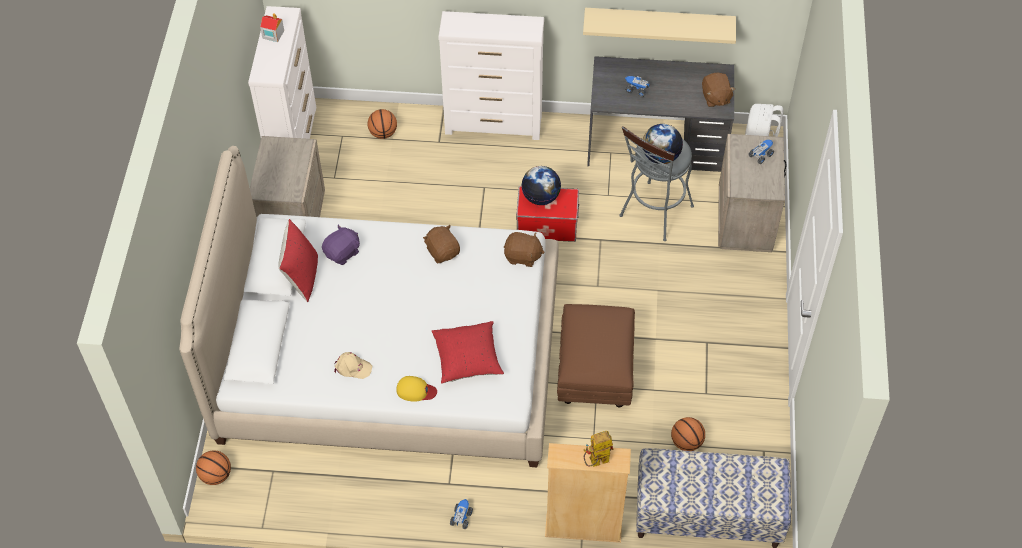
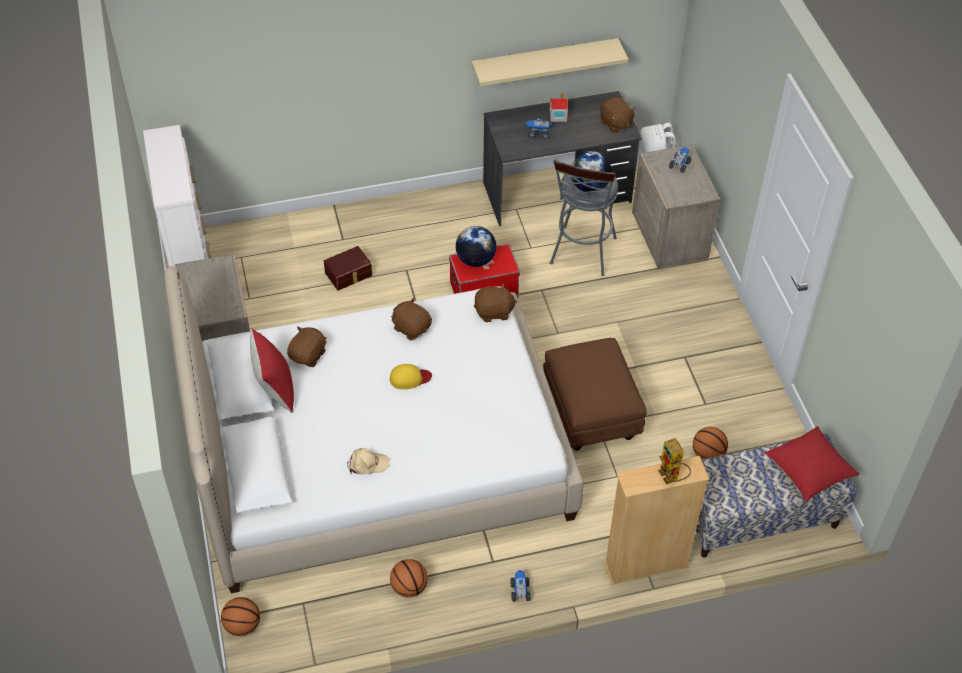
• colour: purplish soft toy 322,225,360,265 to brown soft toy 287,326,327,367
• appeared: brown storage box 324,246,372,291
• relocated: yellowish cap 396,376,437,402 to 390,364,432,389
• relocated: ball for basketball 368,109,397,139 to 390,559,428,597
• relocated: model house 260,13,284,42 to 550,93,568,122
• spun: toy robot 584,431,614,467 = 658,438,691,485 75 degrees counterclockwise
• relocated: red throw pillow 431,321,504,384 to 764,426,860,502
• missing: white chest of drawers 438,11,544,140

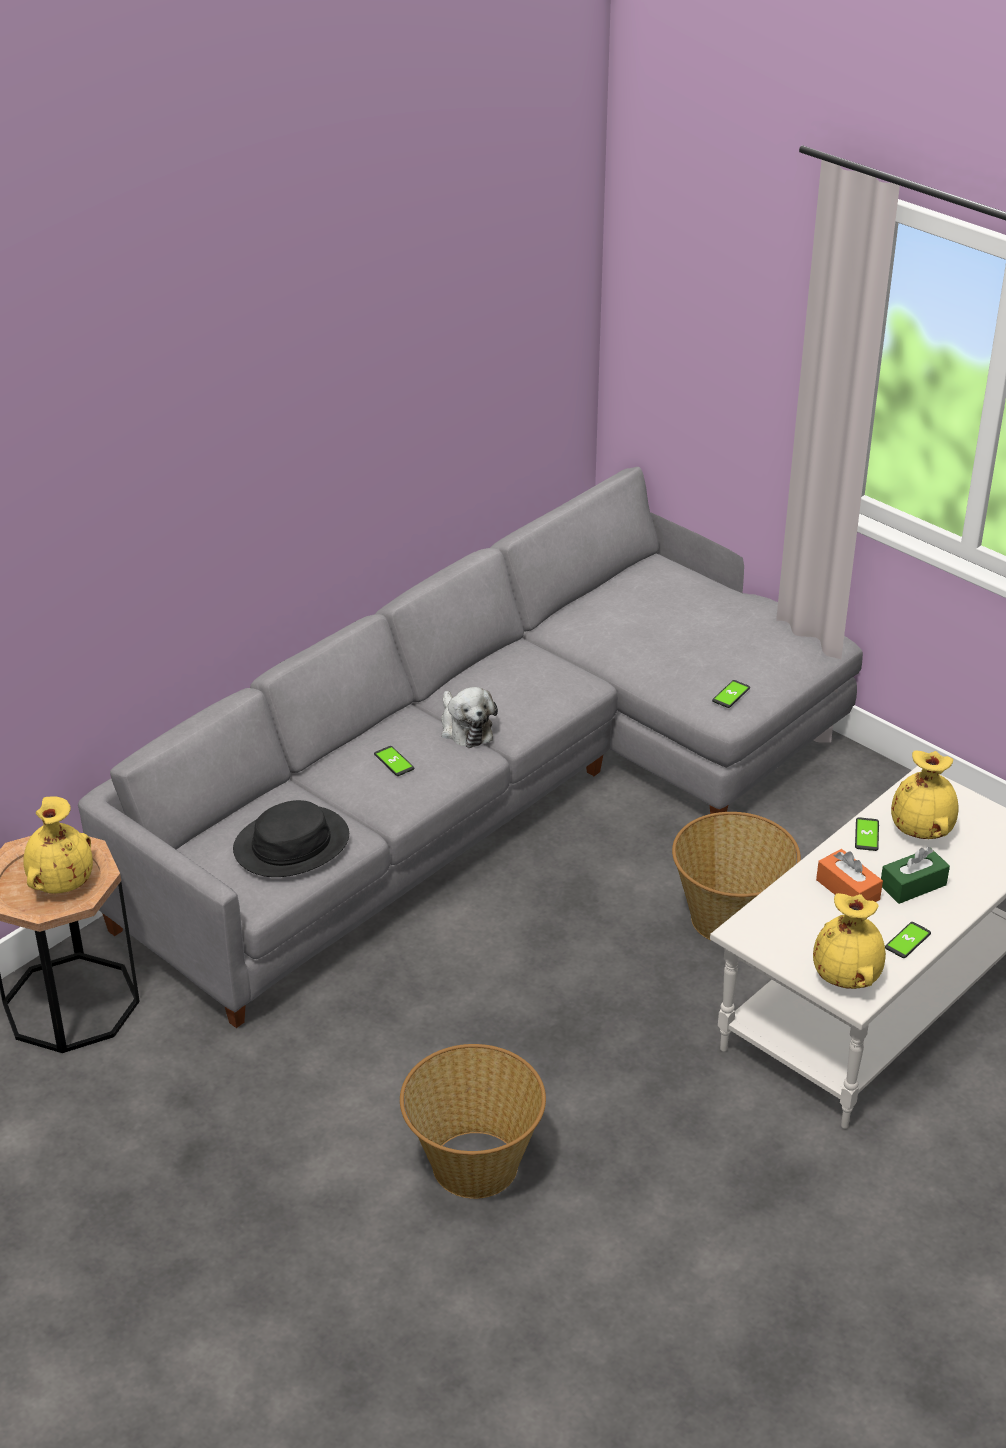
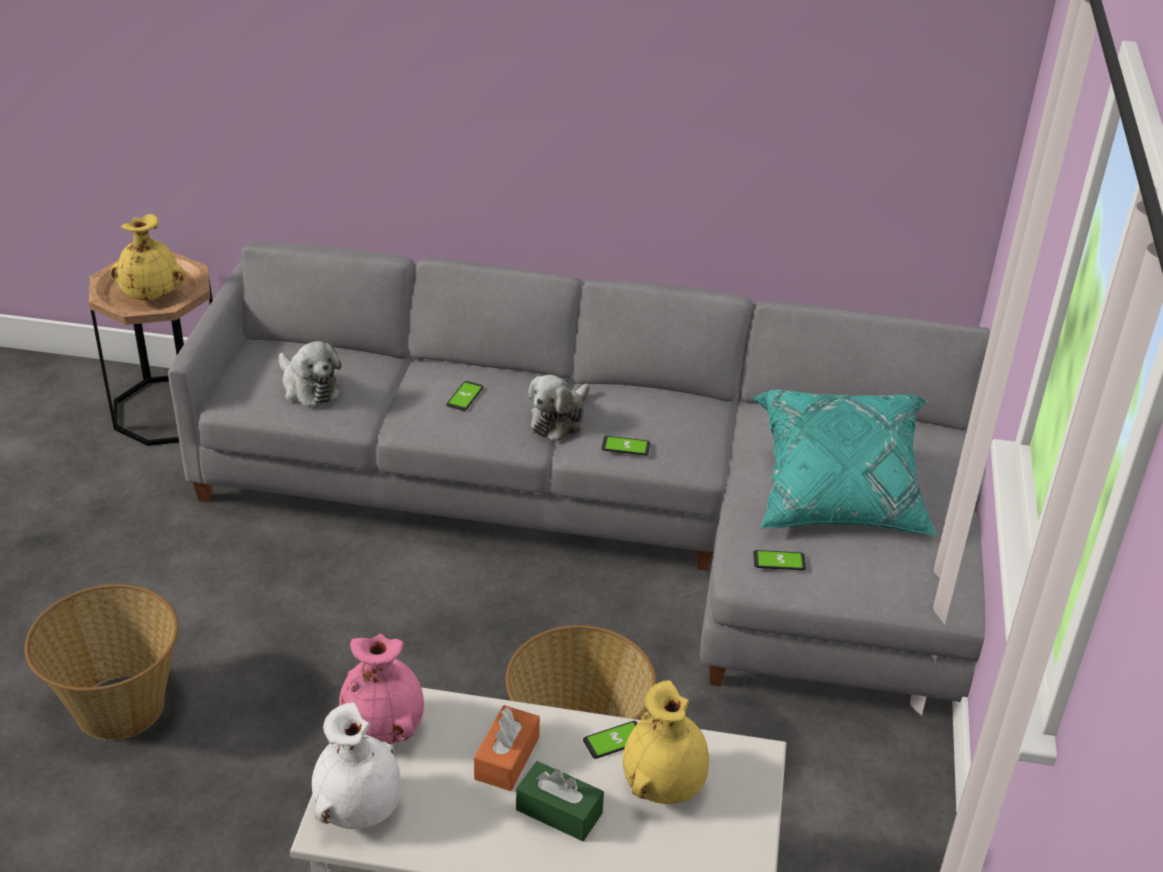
• exchanged: black hat 233,800,349,877 to soft toy 279,341,341,406
• colour: yellowish flower vase 813,893,886,989 to white flower vase 312,702,401,829
• appeared: pink-coloured flower vase 339,634,424,744
• relocated: phone 885,922,931,958 to 602,436,650,456
• appeared: turquoise throw pillow 752,389,937,536

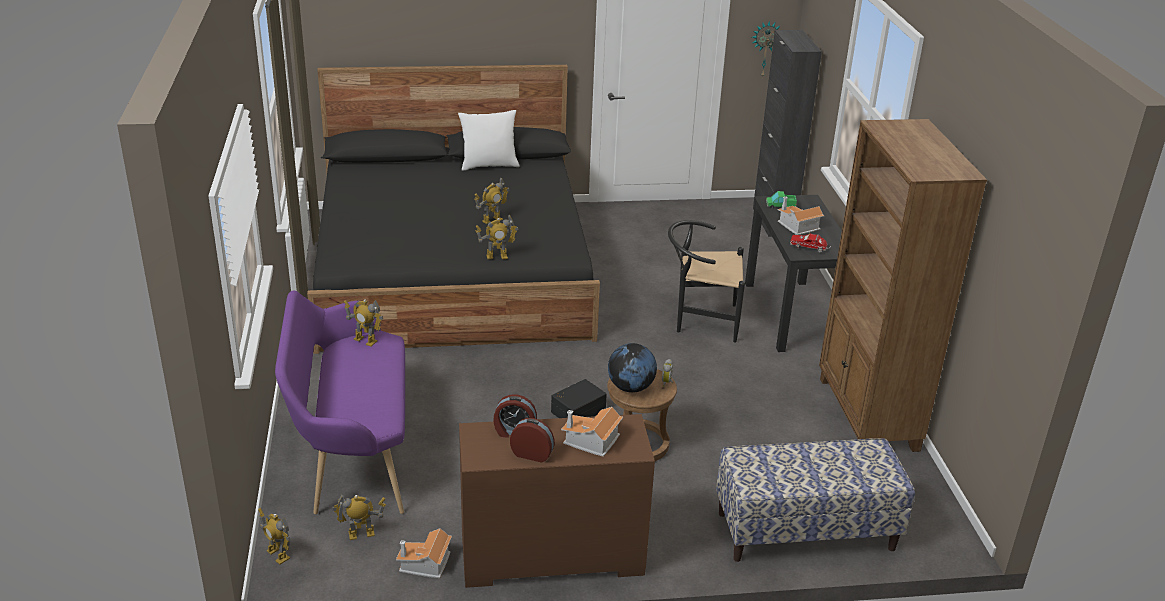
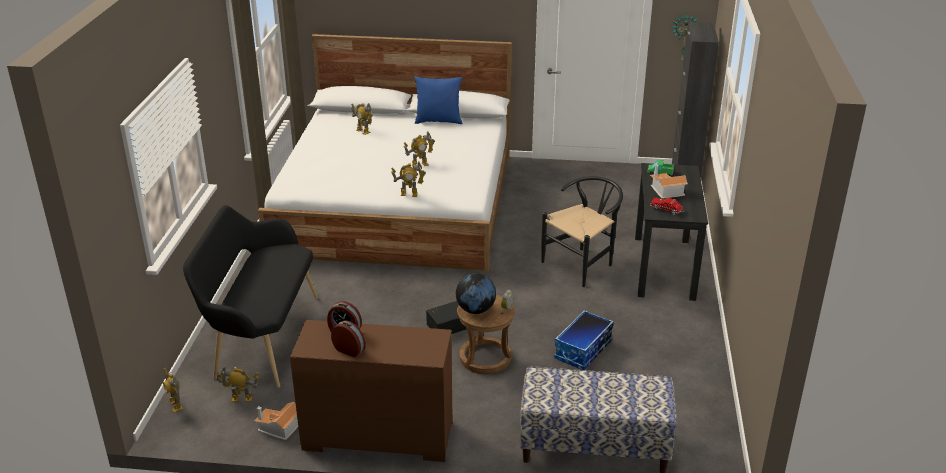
• colour: purplish bench 275,291,405,514 to black bench 183,205,318,388
• colour: black sleeping bed 307,65,600,354 to white sleeping bed 258,34,512,272
• relocated: toy robot 344,300,383,346 to 351,103,373,135
• colour: white throw pillow 458,110,520,171 to blue throw pillow 414,76,462,124
• spun: black upright chair 668,220,745,343 = 541,176,623,287 120 degrees clockwise
• appeared: storage box 555,310,614,370
• missing: model house 561,407,623,457
• missing: brown shelving unit 819,119,987,452

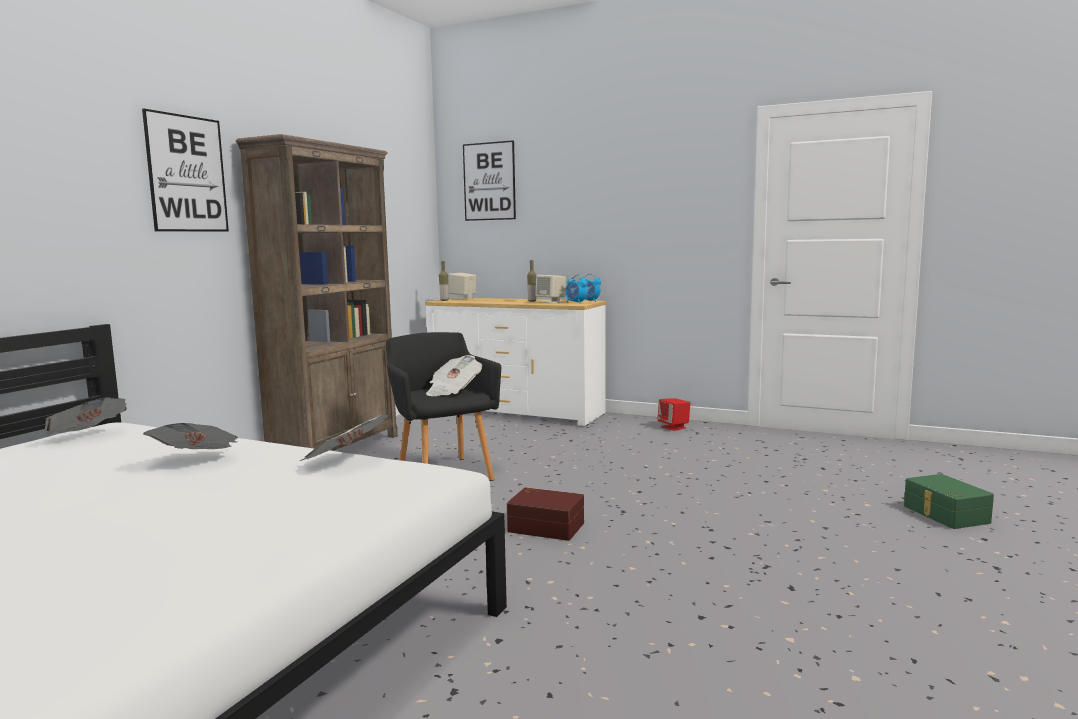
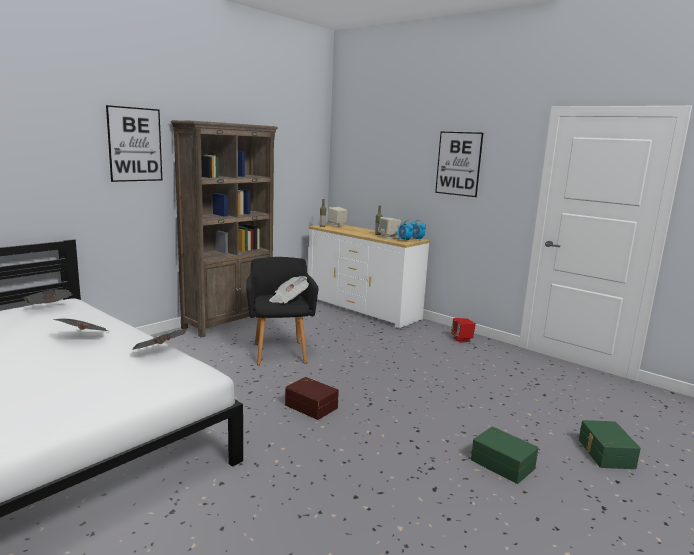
• relocated: wall art 463,140,516,221 to 435,132,483,197
• appeared: greenish storage box 471,427,538,484

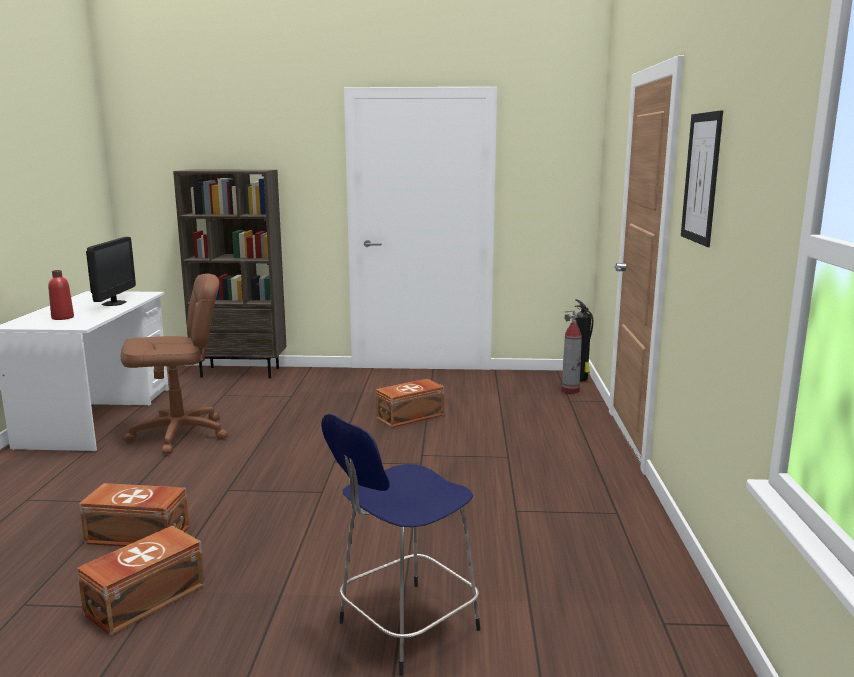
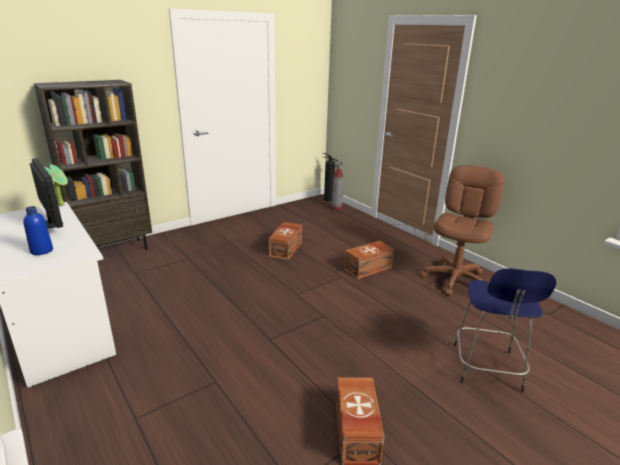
• colour: red bottle 48,270,74,320 to blue bottle 23,206,53,255
• appeared: houseplant 44,164,68,206
• relocated: brown storage box 79,483,189,547 to 344,241,394,279
• relocated: brown desk chair 121,274,228,454 to 419,165,505,296
• missing: wall art 681,110,723,247

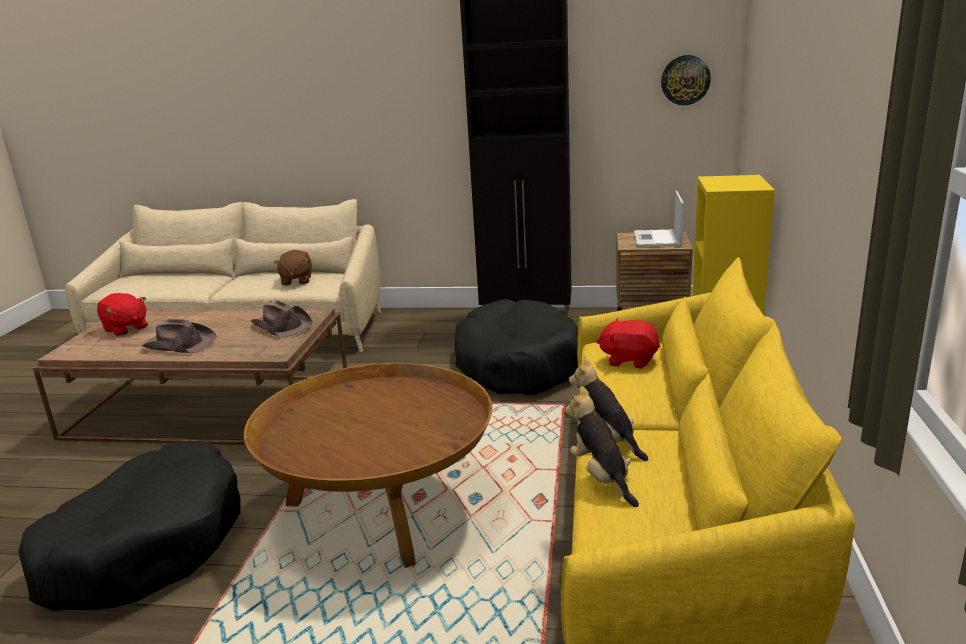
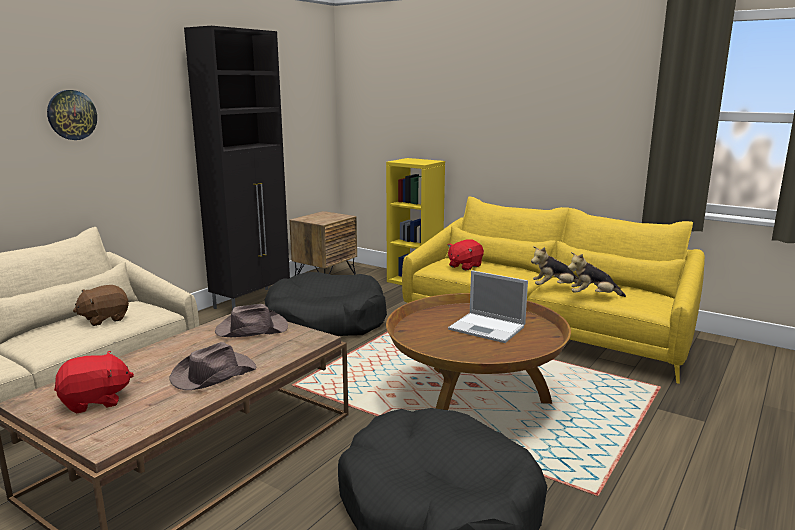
• relocated: wall clock 661,55,711,105 to 47,90,97,140
• spun: brown soft toy 274,250,312,286 = 73,285,129,326 120 degrees clockwise
• relocated: notebook computer 634,191,684,247 to 448,270,528,343

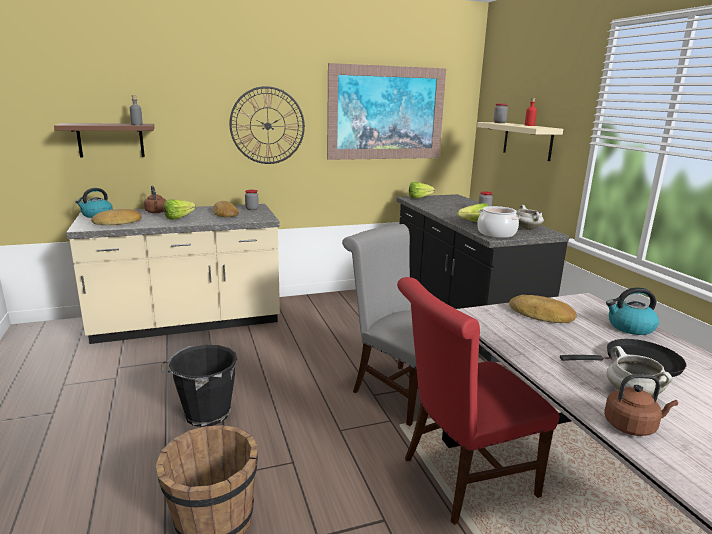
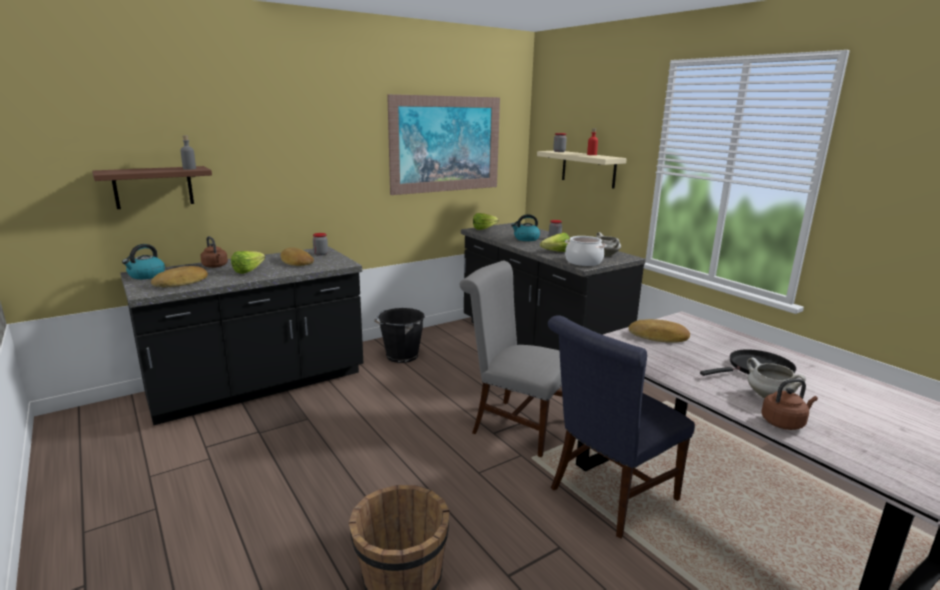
• colour: beige-coloured counter 66,204,280,344 to black counter 120,247,363,426
• relocated: black pail 161,345,237,427 to 374,308,425,363
• relocated: water kettle 606,287,659,335 to 511,214,540,241
• colour: red upright chair 397,277,559,525 to blue upright chair 548,315,695,538
• missing: wall clock 229,86,305,164

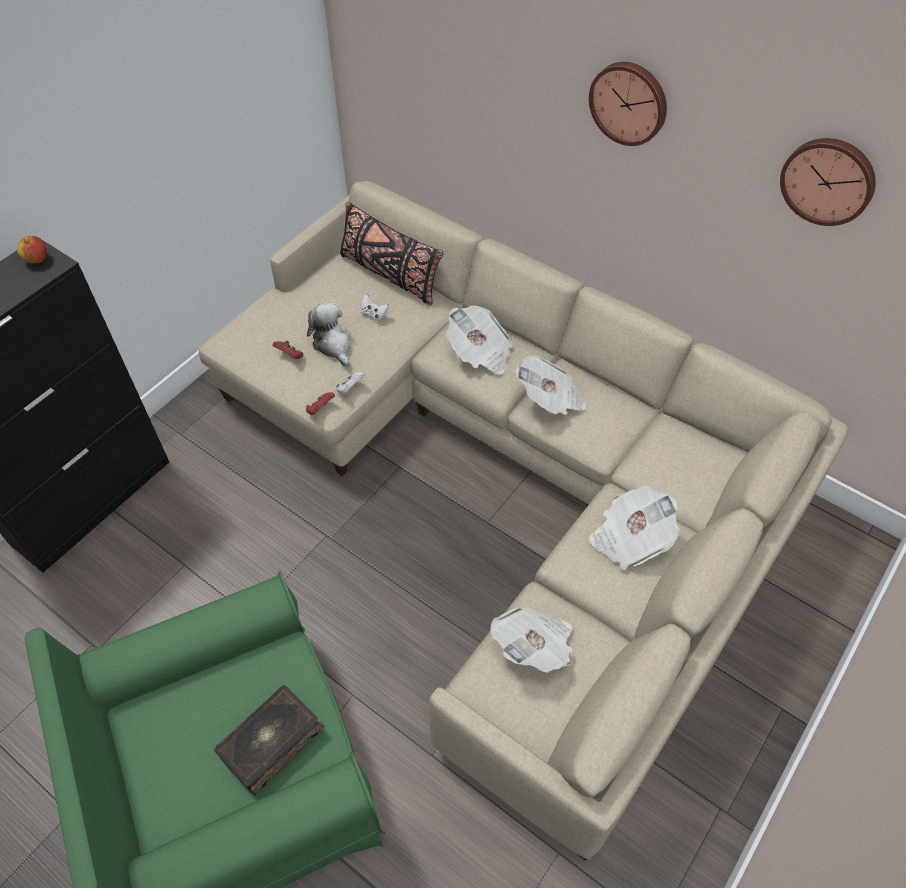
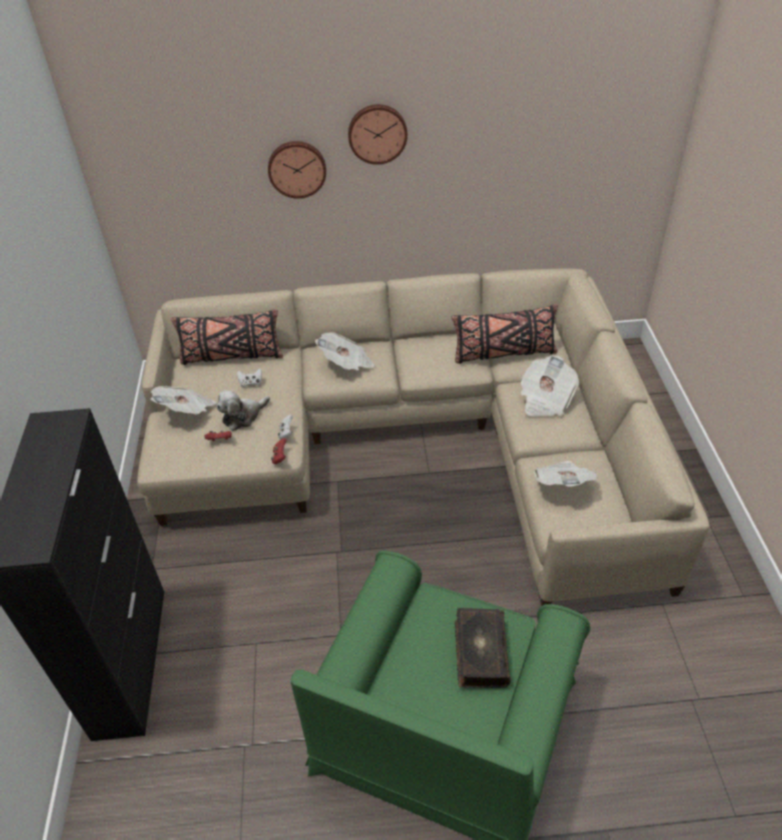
• relocated: daily paper 515,355,587,415 to 150,386,217,414
• spun: soft toy 307,303,351,367 = 217,390,270,431 60 degrees counterclockwise
• relocated: wall clock 780,138,876,226 to 268,141,326,199
• appeared: black throw pillow 451,304,558,364
• missing: apple fruit 17,236,47,263

